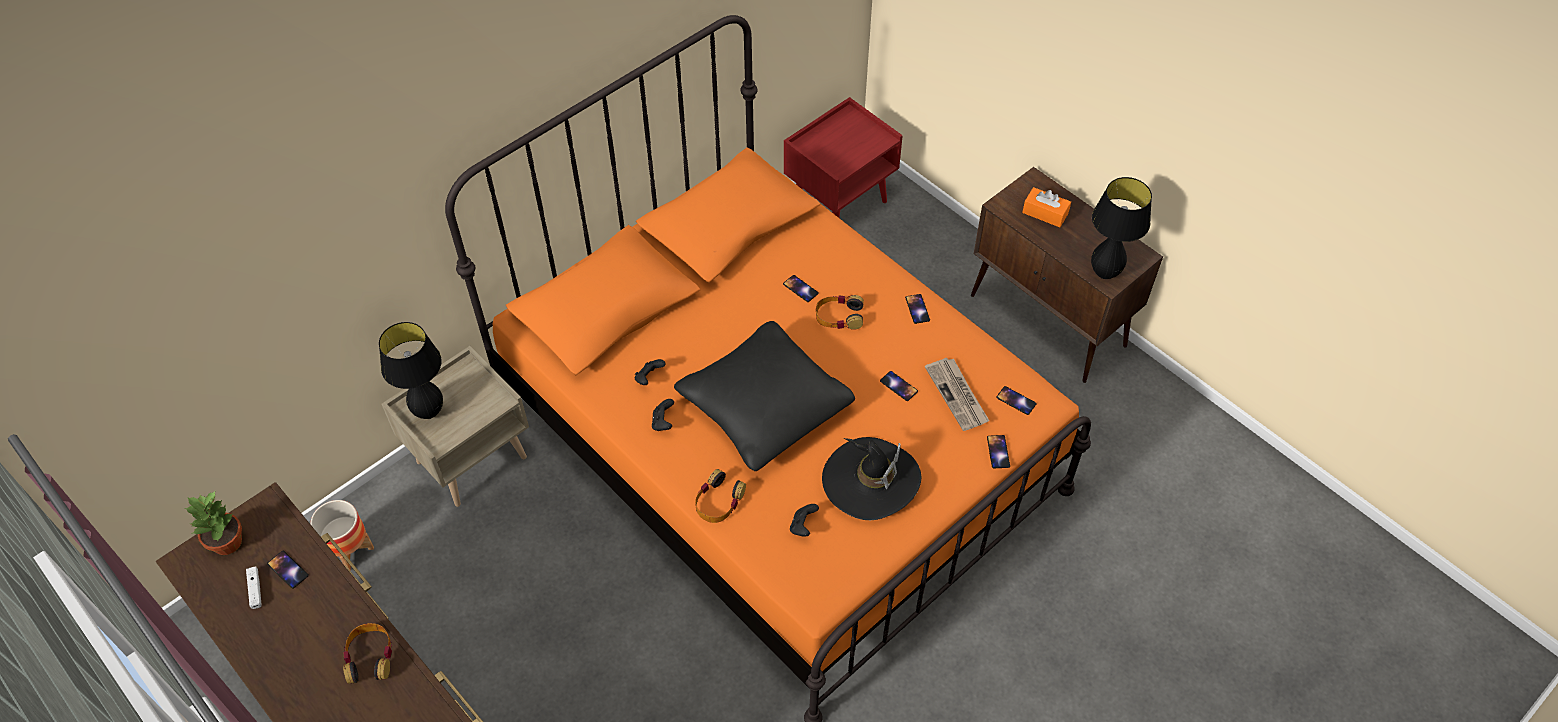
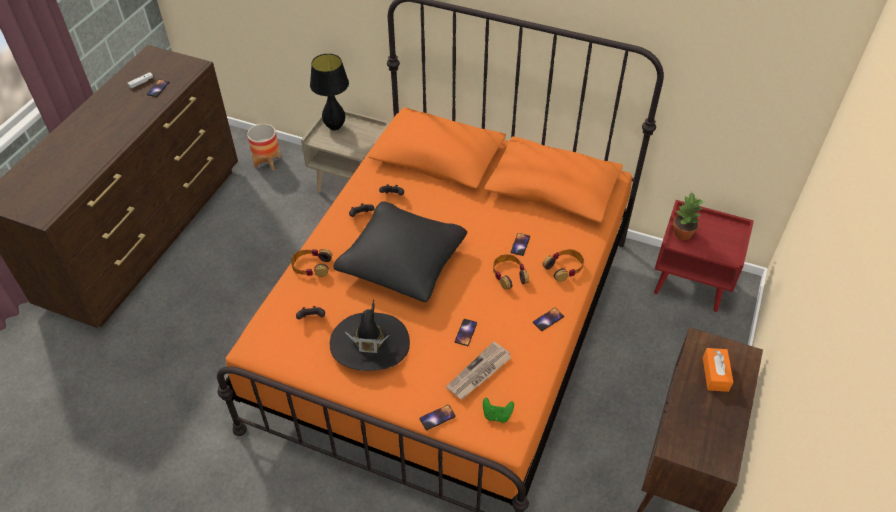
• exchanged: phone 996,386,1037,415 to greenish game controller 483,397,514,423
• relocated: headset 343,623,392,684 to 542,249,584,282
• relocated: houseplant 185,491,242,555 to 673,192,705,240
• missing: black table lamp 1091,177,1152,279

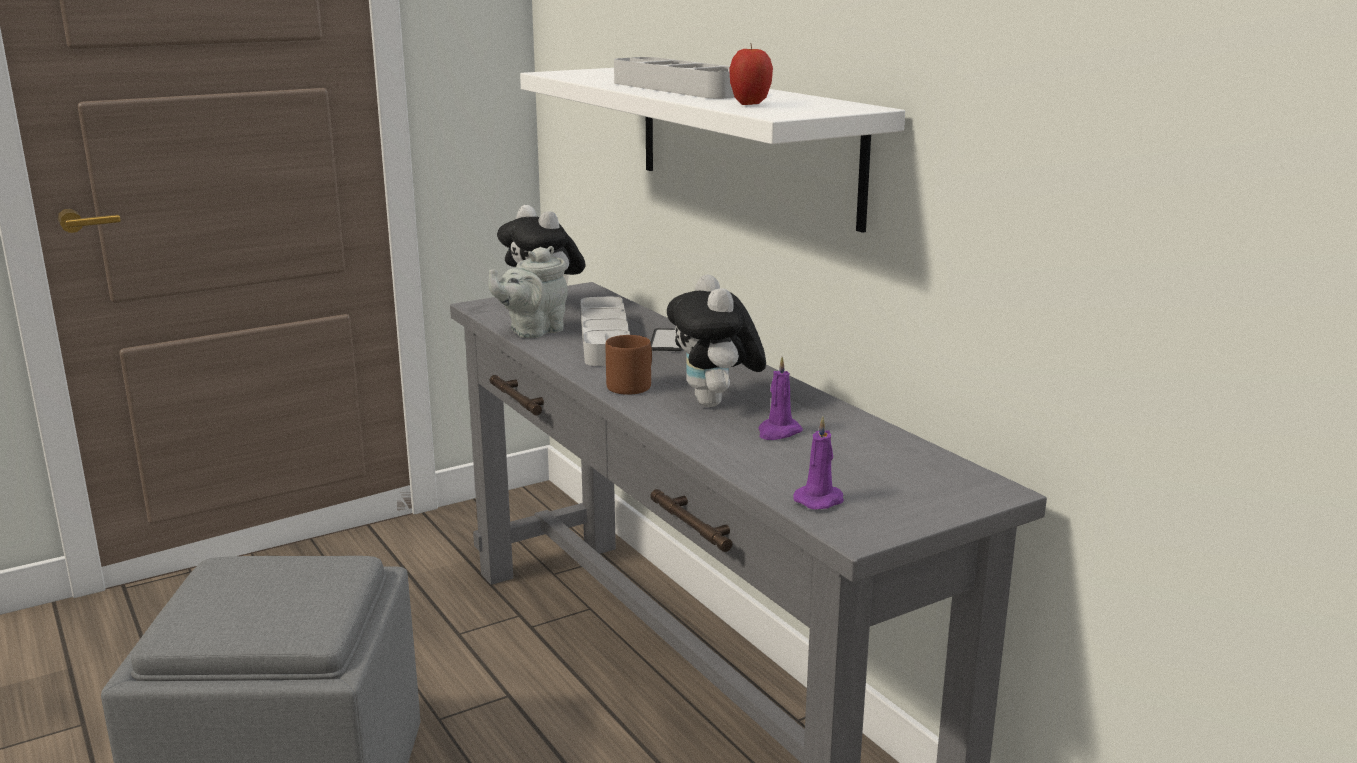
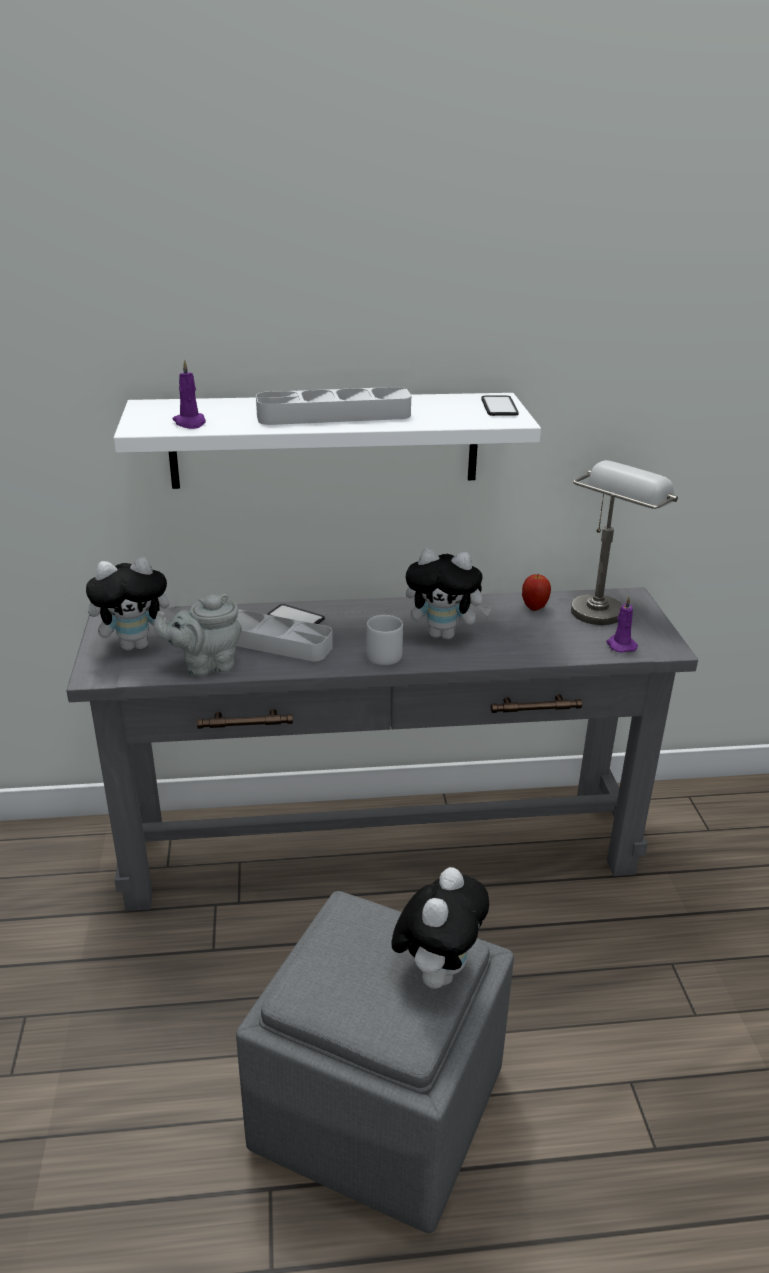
• spun: gray pot for tea 488,246,568,338 = 154,594,242,676 90 degrees clockwise
• relocated: purplish candle 758,357,803,440 to 172,359,206,429
• colour: brown tea mug 605,335,652,395 to gray tea mug 367,615,403,665
• appeared: soft toy 392,867,489,989
• appeared: phone 481,396,519,416
• relocated: apple fruit 729,44,773,105 to 522,574,551,611
• appeared: gray table lamp 571,460,678,625

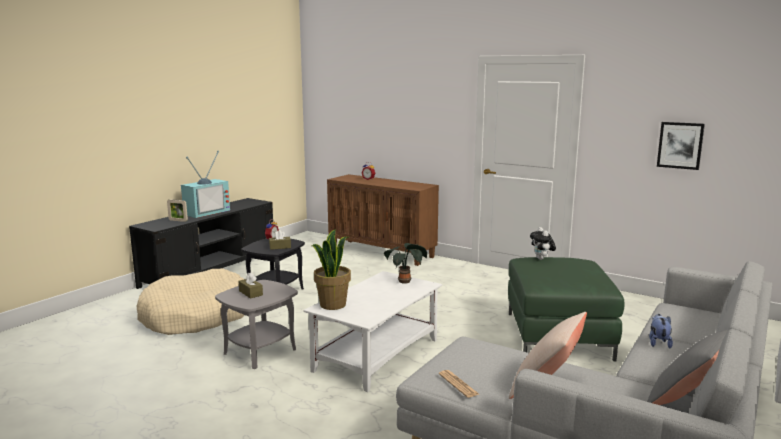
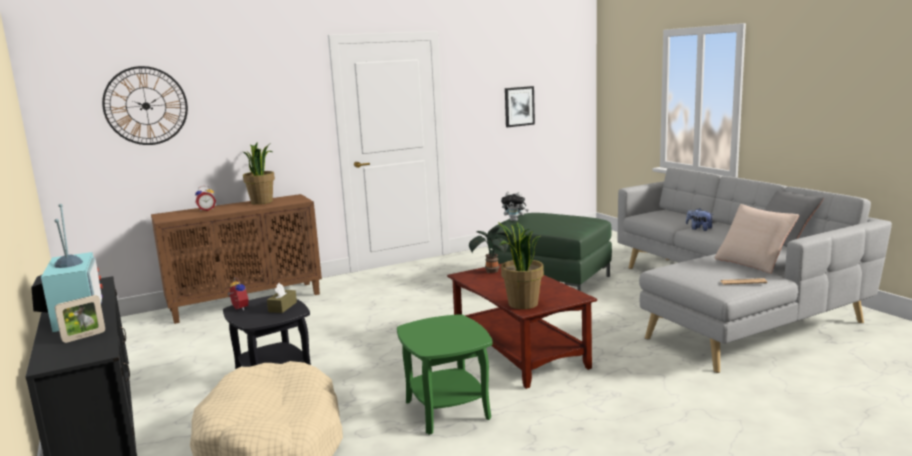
• appeared: wall clock 102,66,188,145
• appeared: houseplant 243,142,275,204
• colour: gray end table 215,280,298,369 to greenish end table 397,314,493,435
• colour: white coffee table 304,271,442,392 to brown coffee table 447,263,597,389
• missing: brown tissue box 239,272,263,299

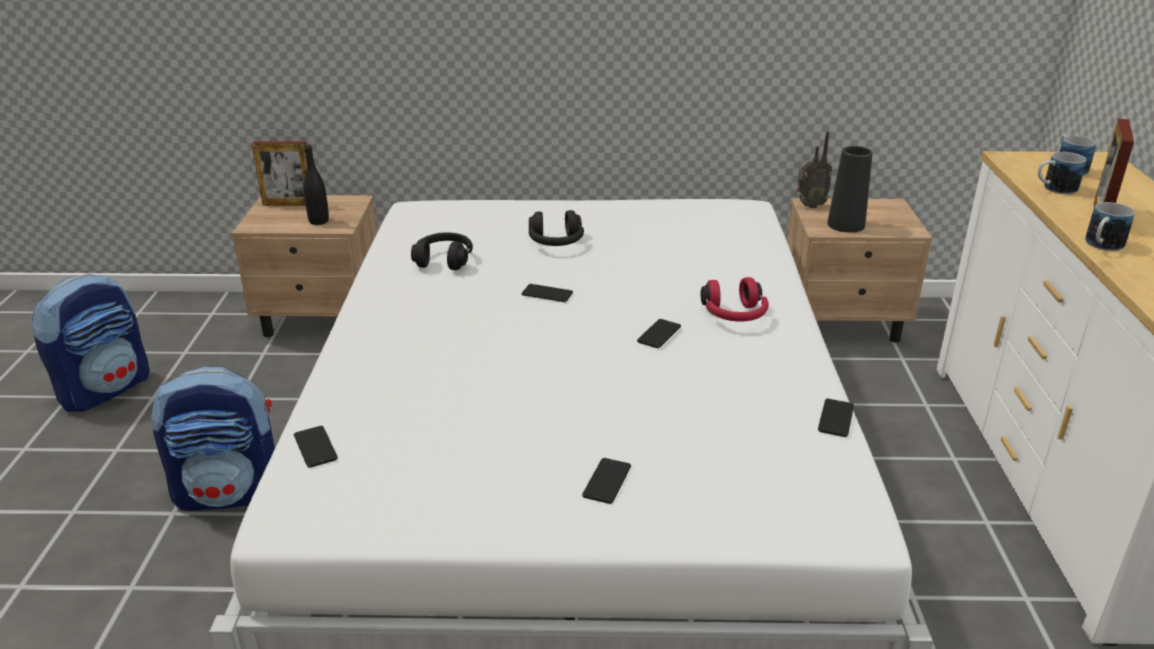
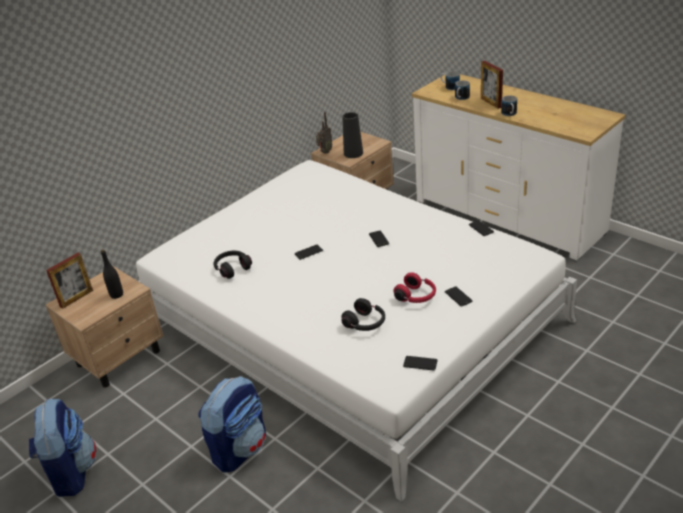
• relocated: black headset 529,210,584,246 to 341,298,385,331
• relocated: red headset 701,277,769,322 to 394,272,436,303
• relocated: phone 294,426,338,468 to 403,356,438,371

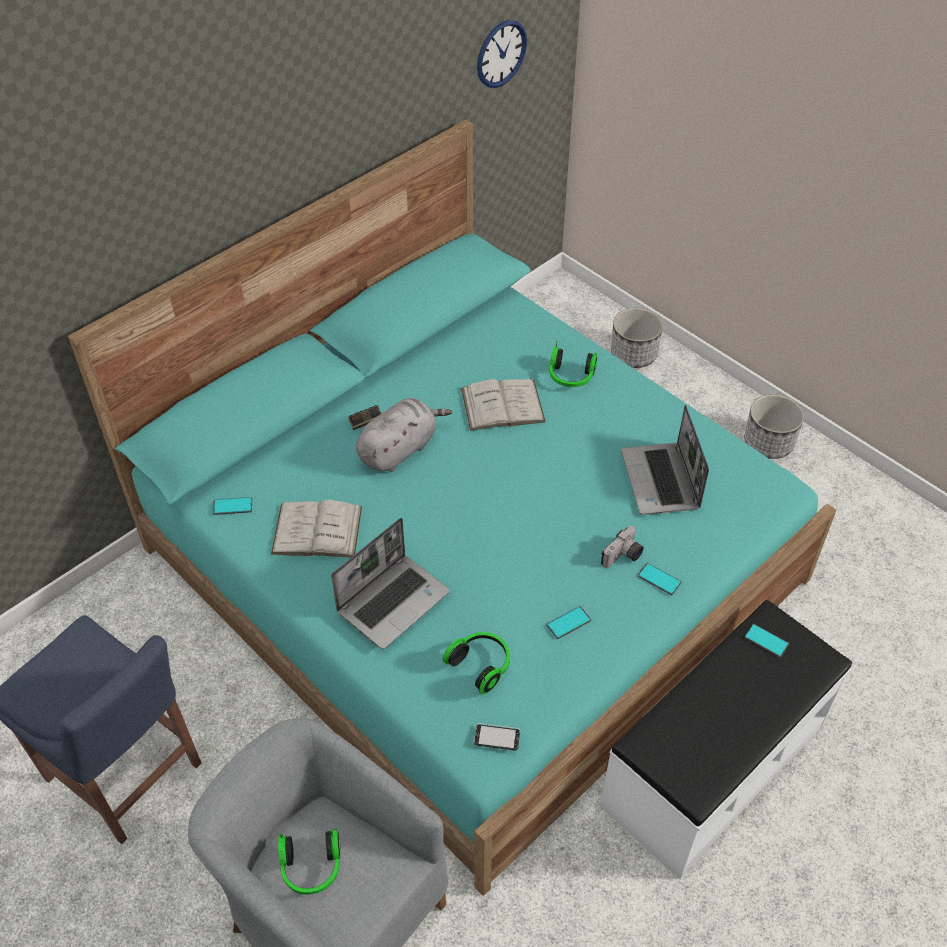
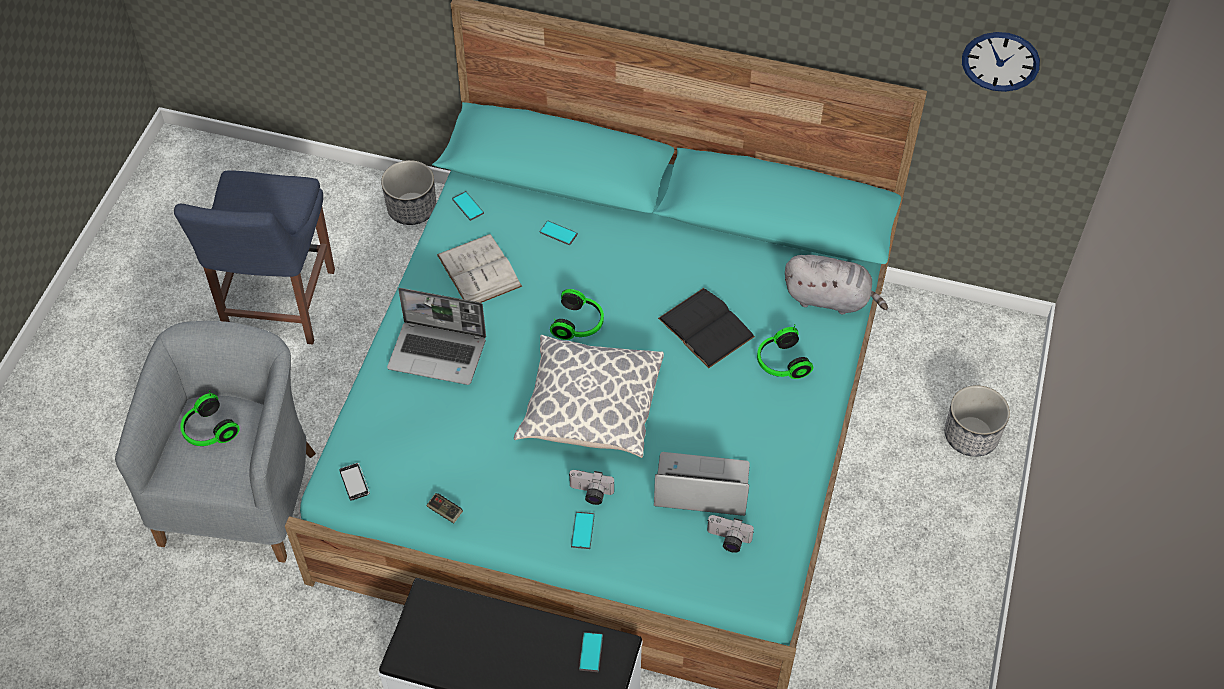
• relocated: plant pot 744,394,804,459 to 381,160,436,225
• relocated: game controller 348,405,382,430 to 426,493,463,523
• appeared: throw pillow 514,335,664,458
• relocated: phone 547,606,591,639 to 540,221,578,245
• relocated: headset 443,632,510,695 to 550,289,604,340
• spun: notebook computer 621,405,709,515 = 654,452,750,516 45 degrees clockwise
• colour: white volume 461,379,546,431 to black volume 658,288,755,368
• appeared: still camera 707,515,754,553
• relocated: gray soft toy 356,398,452,472 to 785,255,888,314

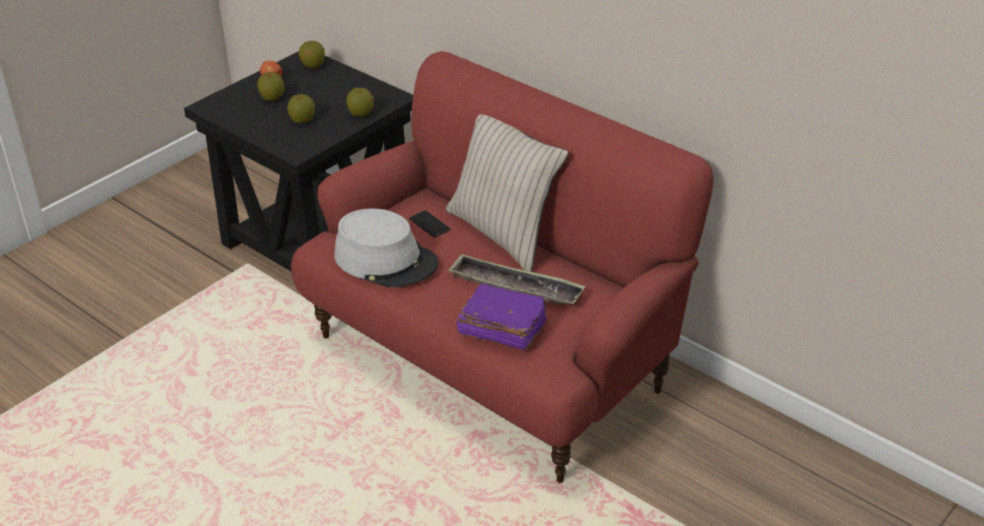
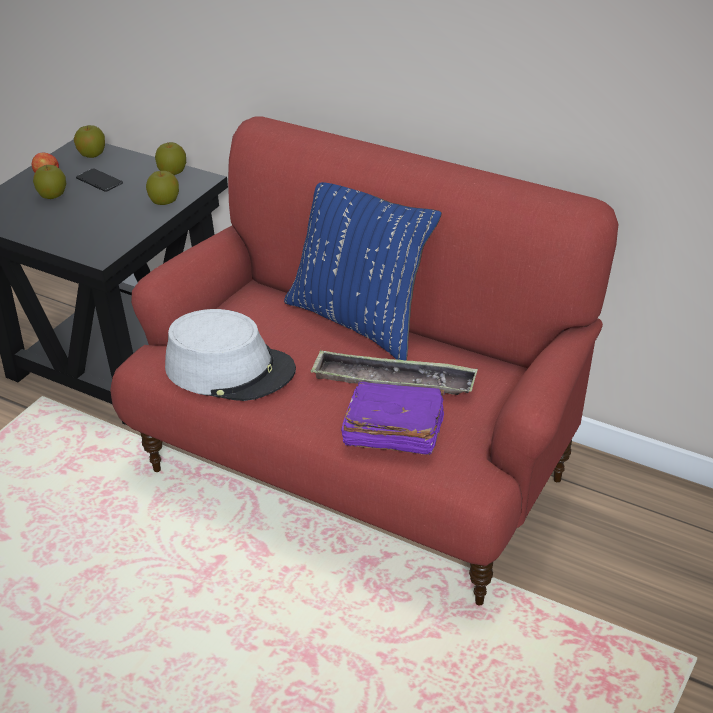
• relocated: phone 409,210,450,237 to 76,168,123,192
• relocated: apple fruit 287,94,315,123 to 155,142,186,175
• colour: beige-coloured throw pillow 446,114,569,272 to blue throw pillow 284,182,442,361

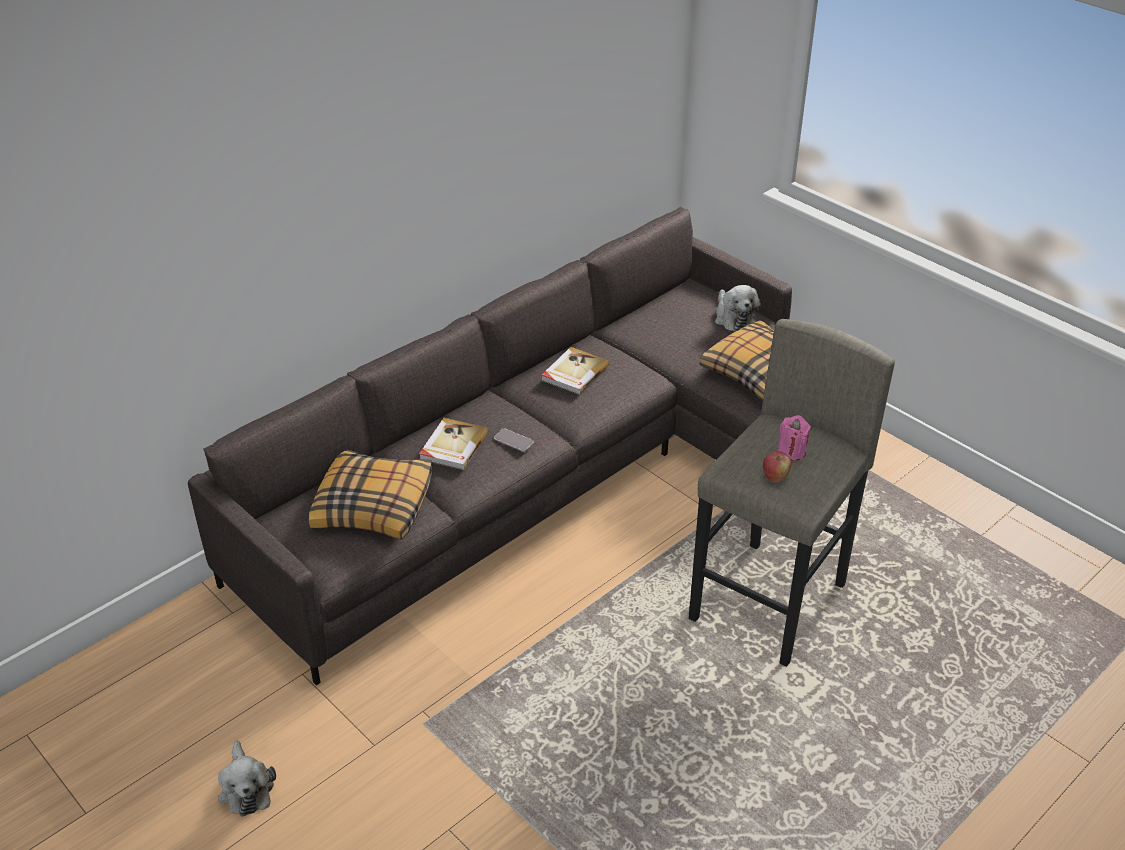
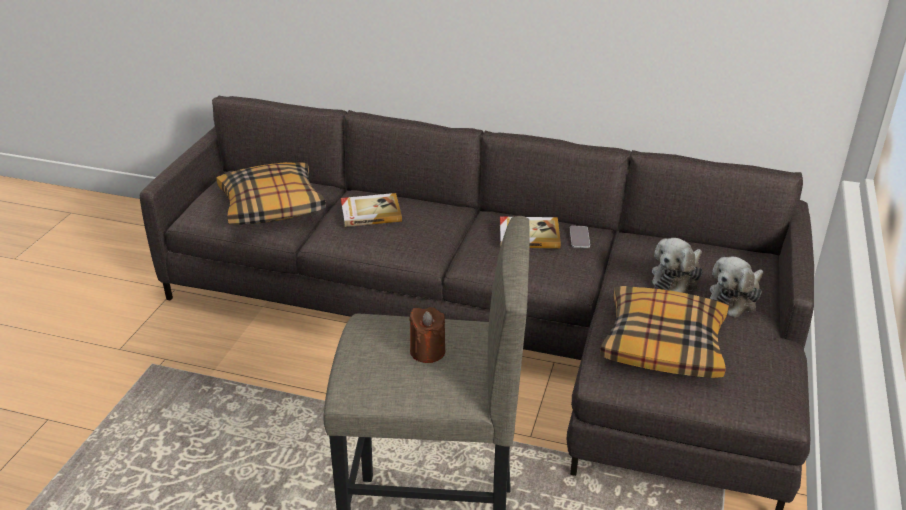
• colour: pink-coloured candle 777,415,811,461 to brown candle 409,307,445,363
• relocated: phone 494,429,534,452 to 570,226,590,248
• relocated: soft toy 218,741,276,817 to 652,238,703,293
• missing: apple fruit 763,451,791,482

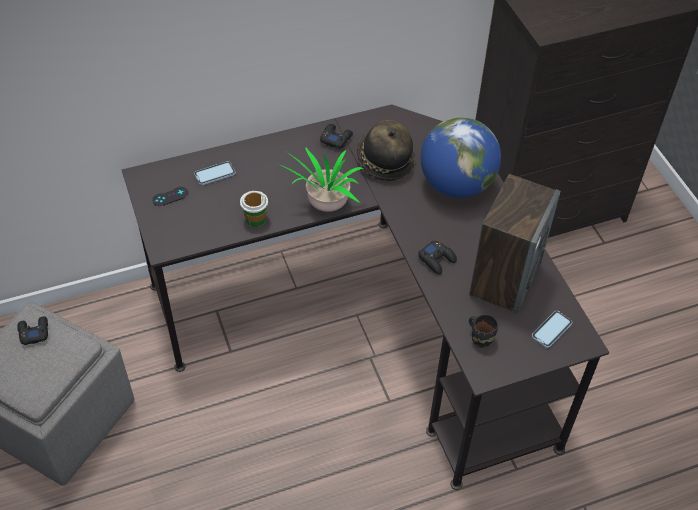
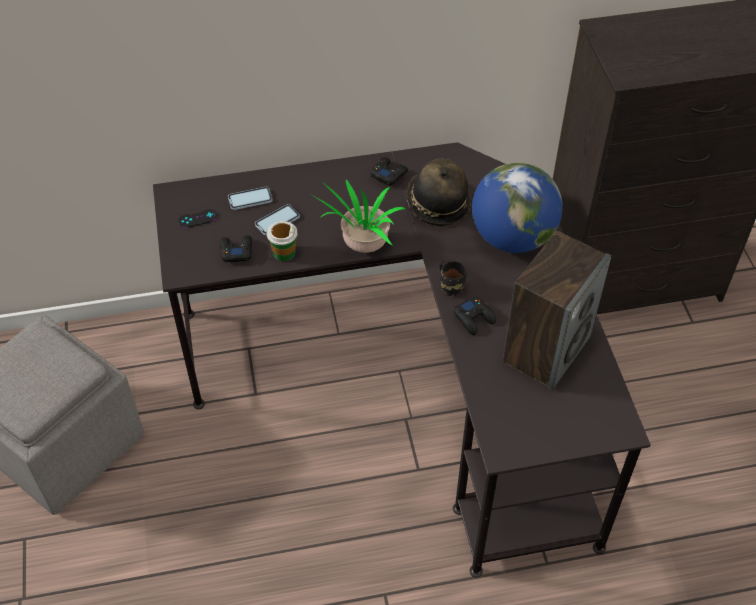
• relocated: black game controller 17,316,48,345 to 220,235,252,263
• relocated: phone 532,311,573,348 to 255,204,300,236
• relocated: black tea mug 469,314,498,348 to 439,261,467,296

